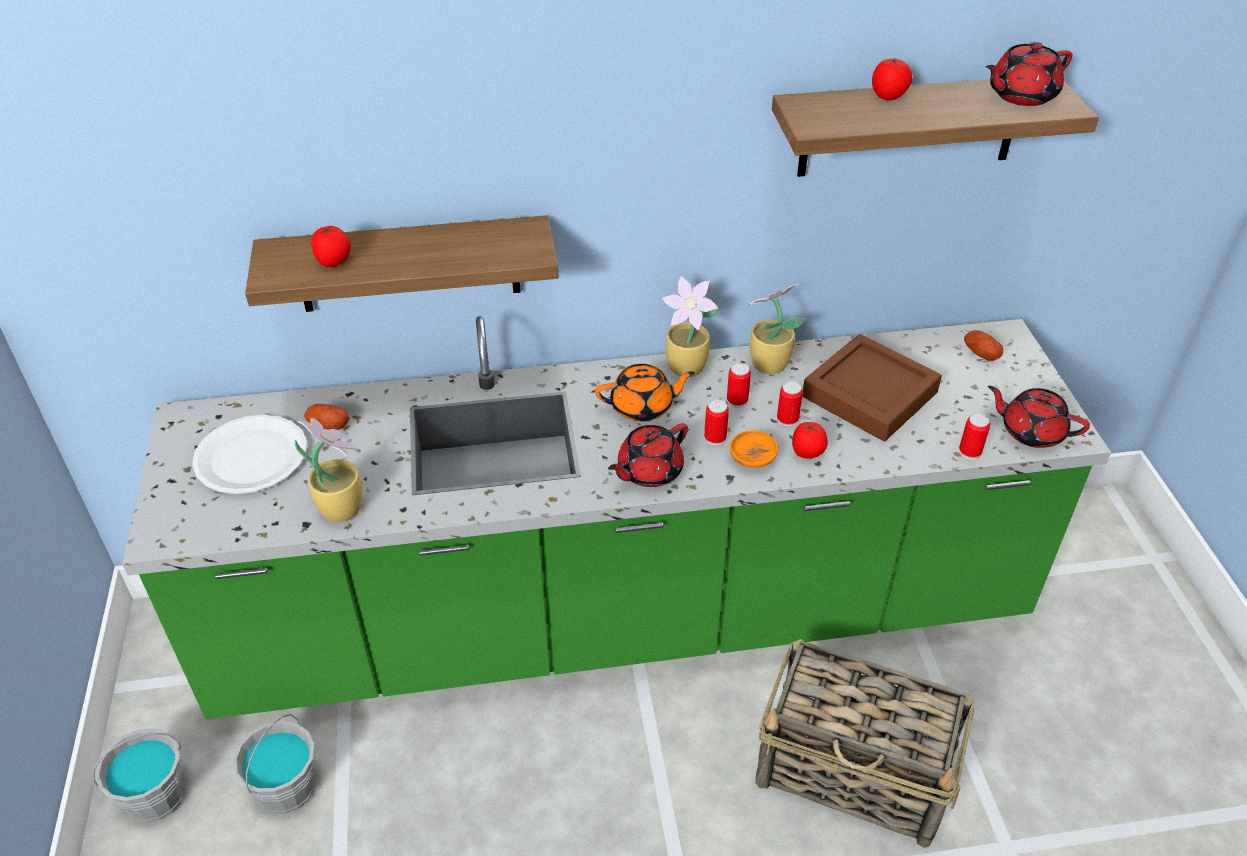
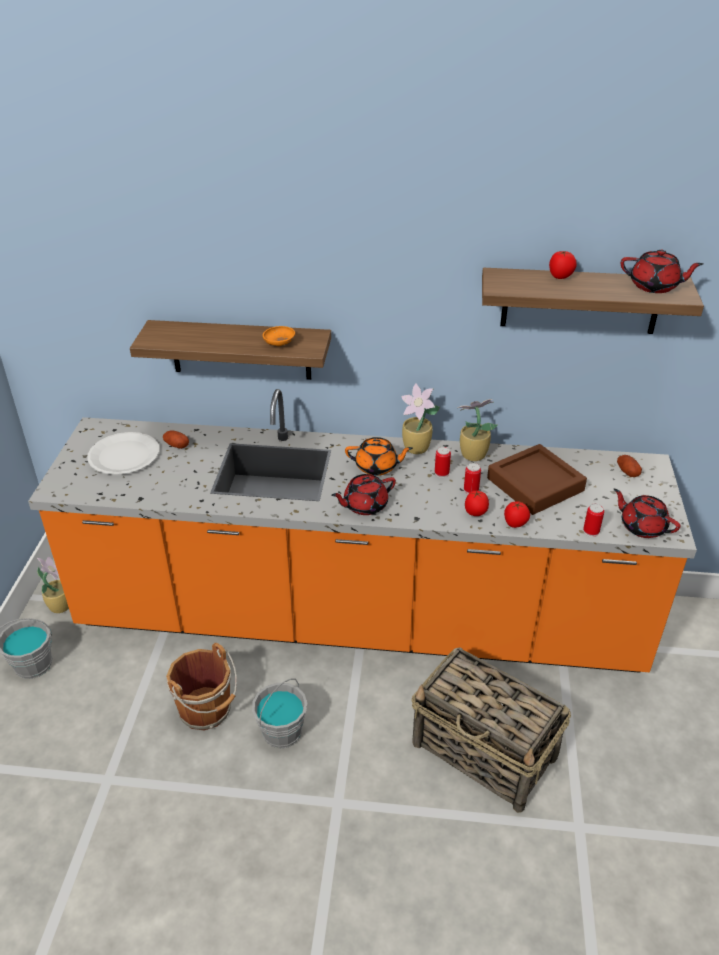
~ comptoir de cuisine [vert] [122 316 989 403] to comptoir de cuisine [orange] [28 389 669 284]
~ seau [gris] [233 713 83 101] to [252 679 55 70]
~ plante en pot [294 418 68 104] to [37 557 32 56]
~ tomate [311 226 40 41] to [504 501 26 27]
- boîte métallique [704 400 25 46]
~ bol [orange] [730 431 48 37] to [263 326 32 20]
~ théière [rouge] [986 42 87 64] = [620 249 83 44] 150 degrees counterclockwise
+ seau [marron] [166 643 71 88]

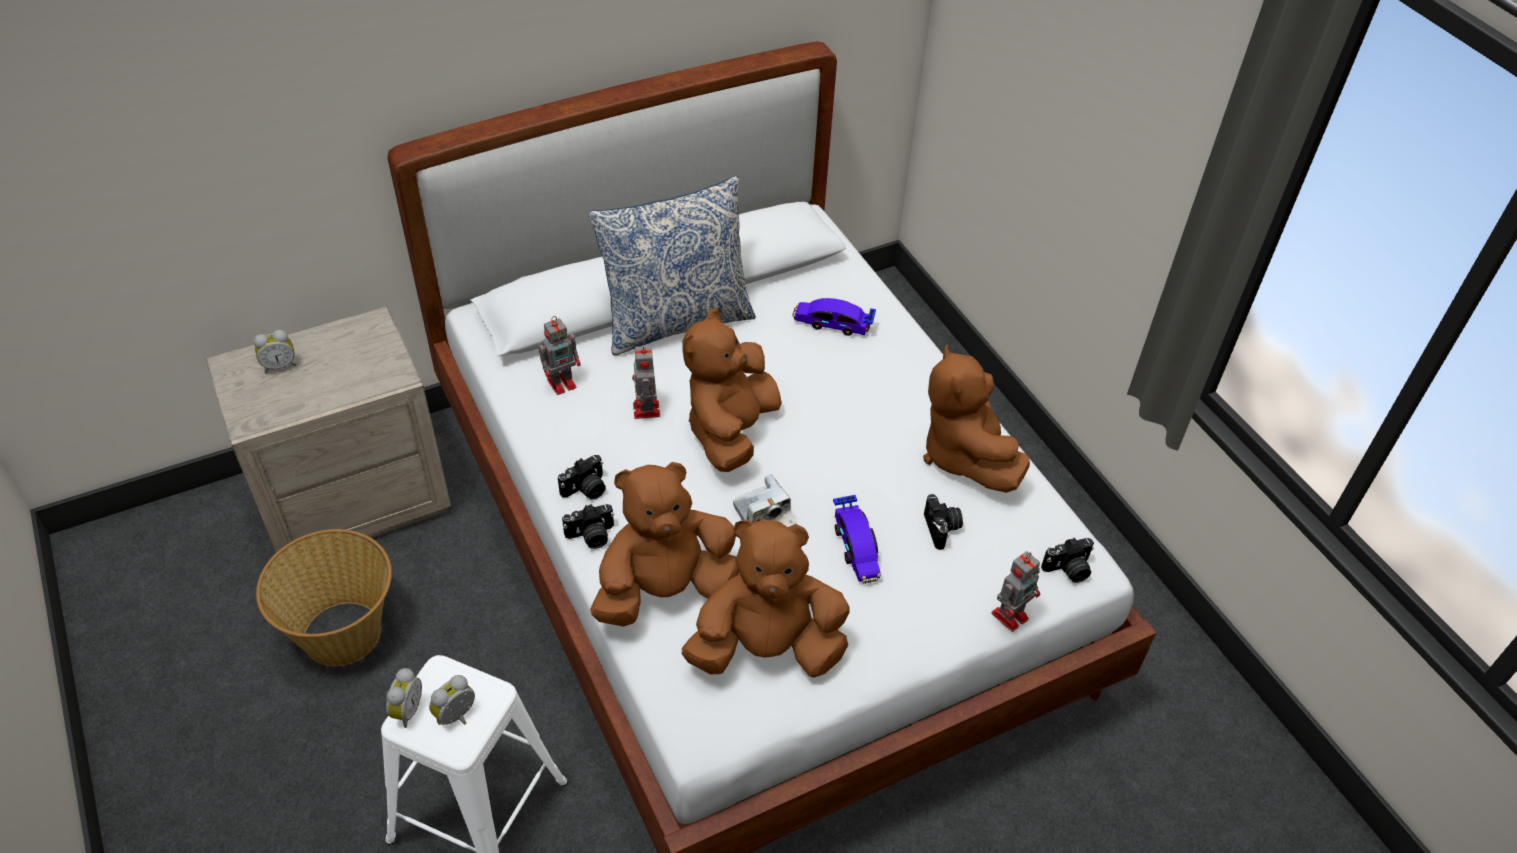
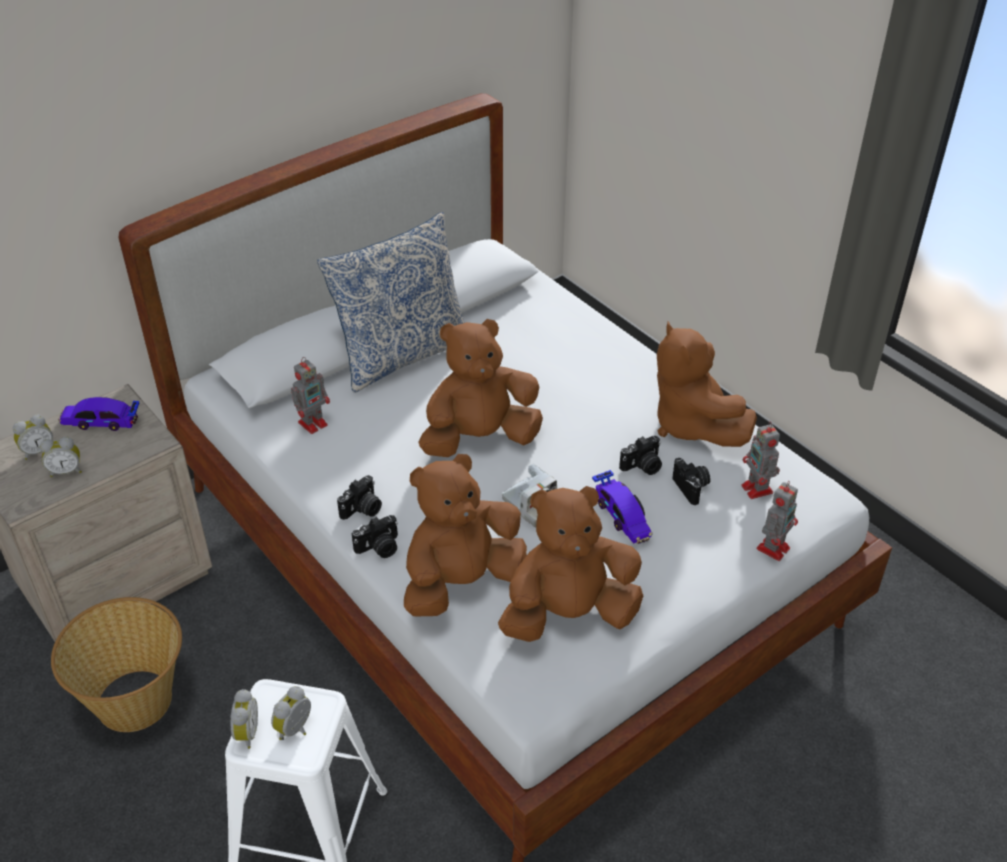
~ robot jouet [632 343 28 76] to [741 422 39 77]
~ peluche [marron] [682 308 100 164] = [418 319 125 138] 60 degrees clockwise
~ petite voiture [792 298 84 38] to [58 397 81 34]
~ appareil photo [1041 538 53 45] to [619 436 43 39]
+ réveil [40 437 42 40]

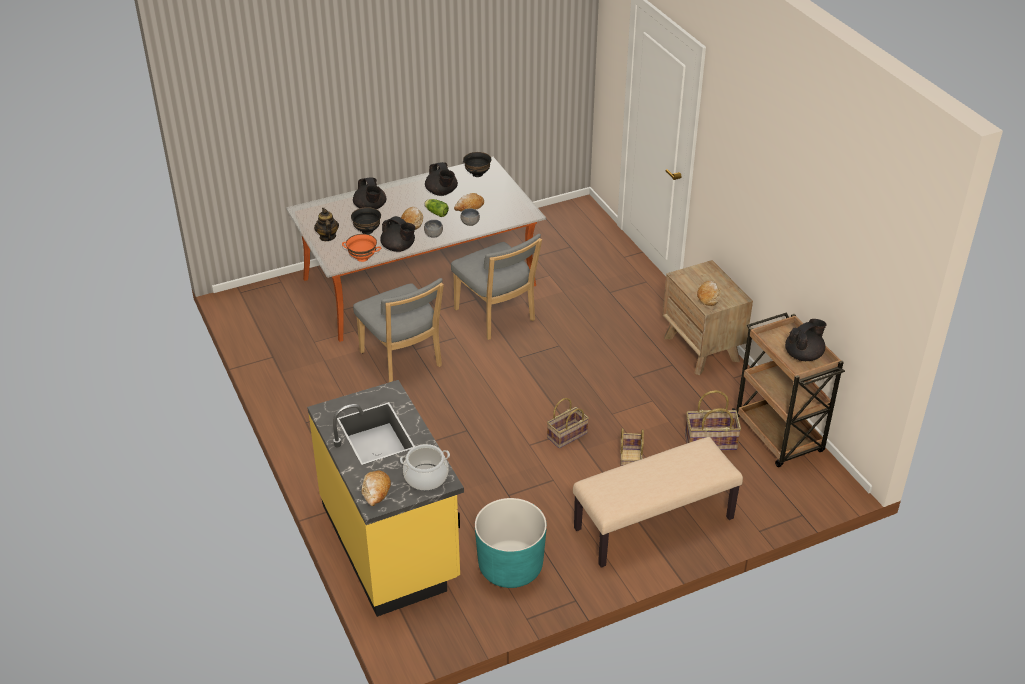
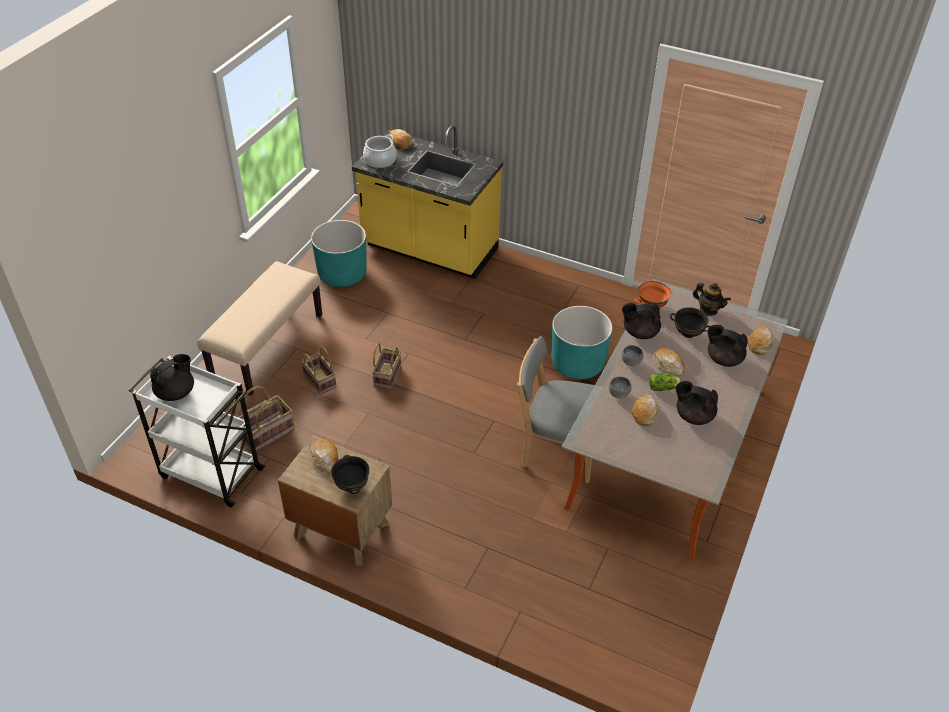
~ chaise [gris] [353 278 91 104] to cache-pot [turquoise] [552 306 60 74]
~ bol [noir] [463 152 29 25] to [331 455 39 39]
~ chariot [marron] [732 312 113 155] to chariot [blanc] [129 356 136 152]
~ théière [noir] [785 319 41 42] = [150 354 44 47] 150 degrees counterclockwise
+ pain [747 327 27 28]

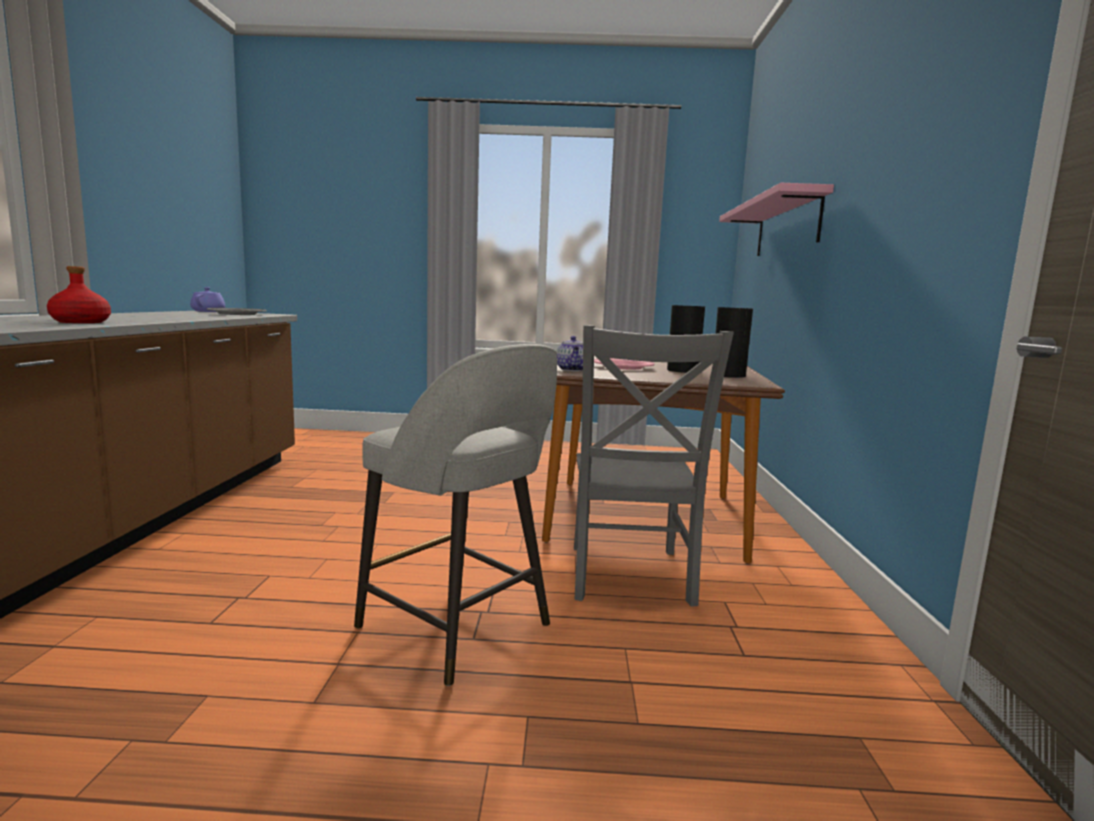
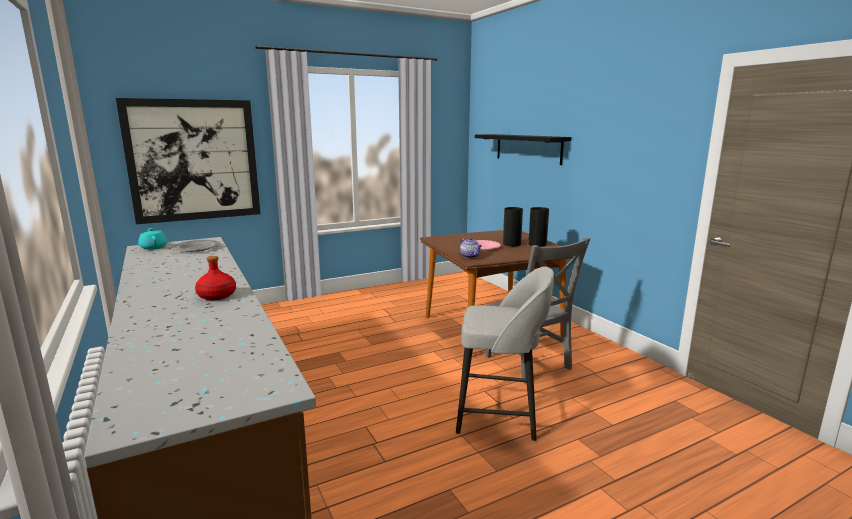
~ théière [violet] [190 287 35 25] to théière [turquoise] [138 228 29 22]
~ étagère [rose] [719 183 115 73] to étagère [noir] [475 134 96 31]
+ tableau [116 98 144 126]

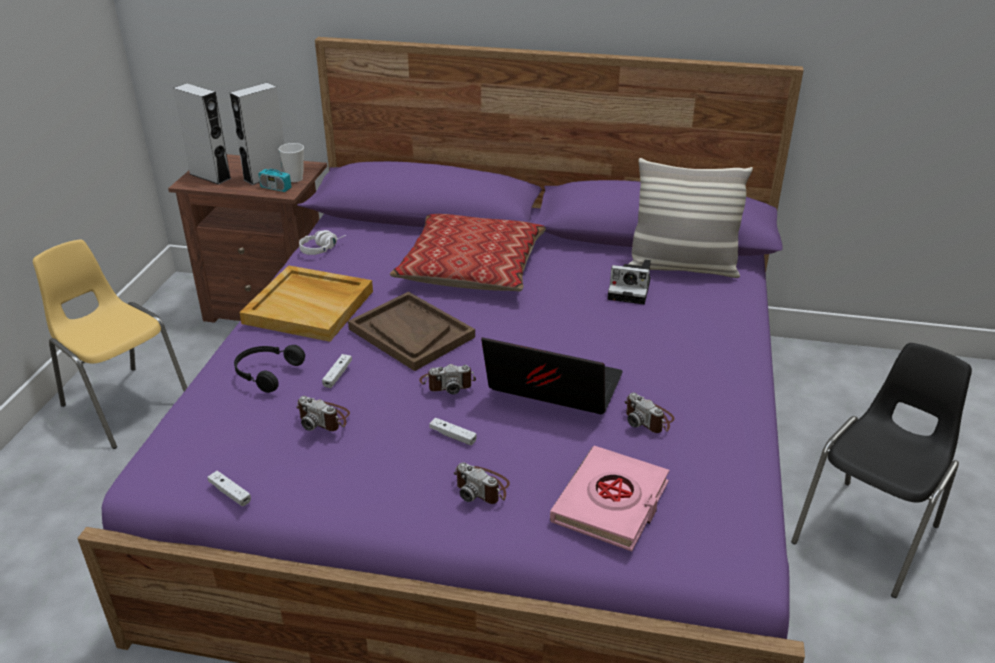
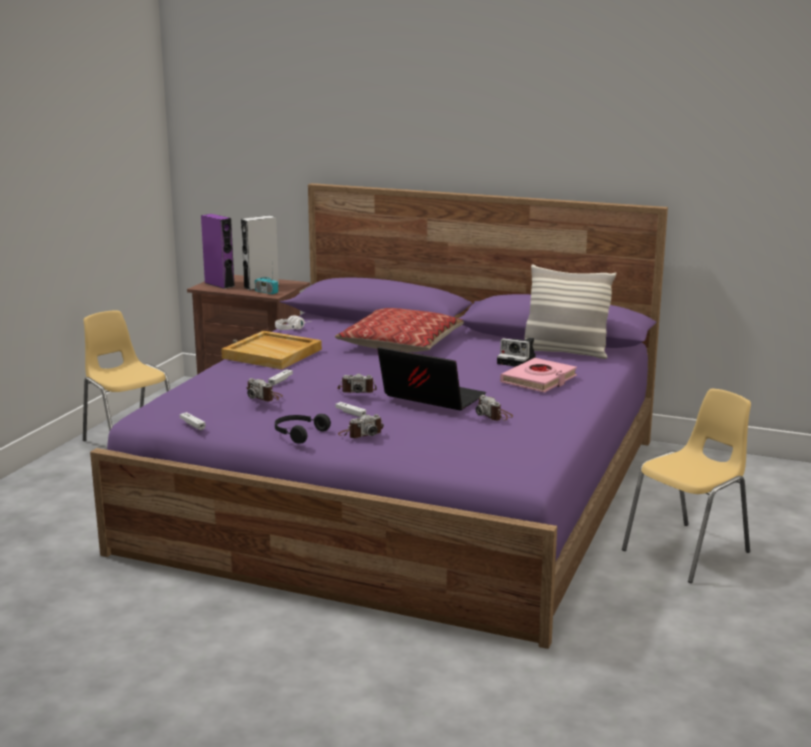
~ enceinte [gris] [173 83 59 102] to enceinte [violet] [201 214 34 75]
~ casque audio [noir] [234 345 71 48] to [275 414 56 30]
- tasse [279 143 25 39]
- plateau [marron] [348 292 127 79]
~ appareil photo [454 462 56 42] = [338 414 46 24] 75 degrees counterclockwise
~ livre [rose] [550 446 119 105] to [500 358 77 35]
~ chaise [noir] [791 343 181 255] to chaise [jaune] [622 389 129 194]

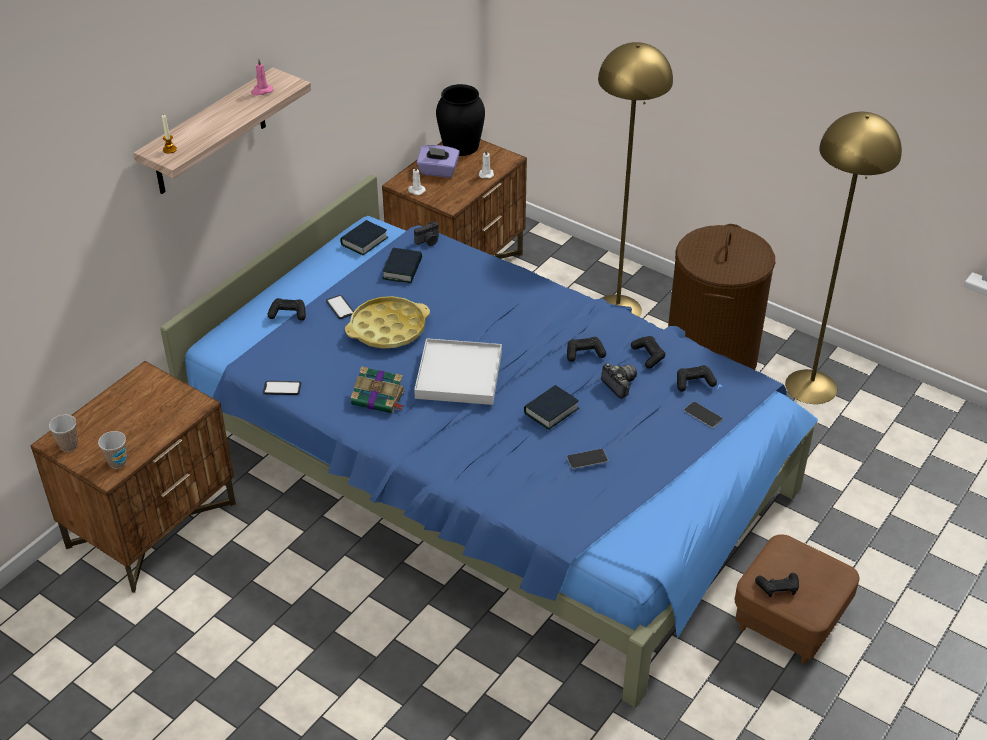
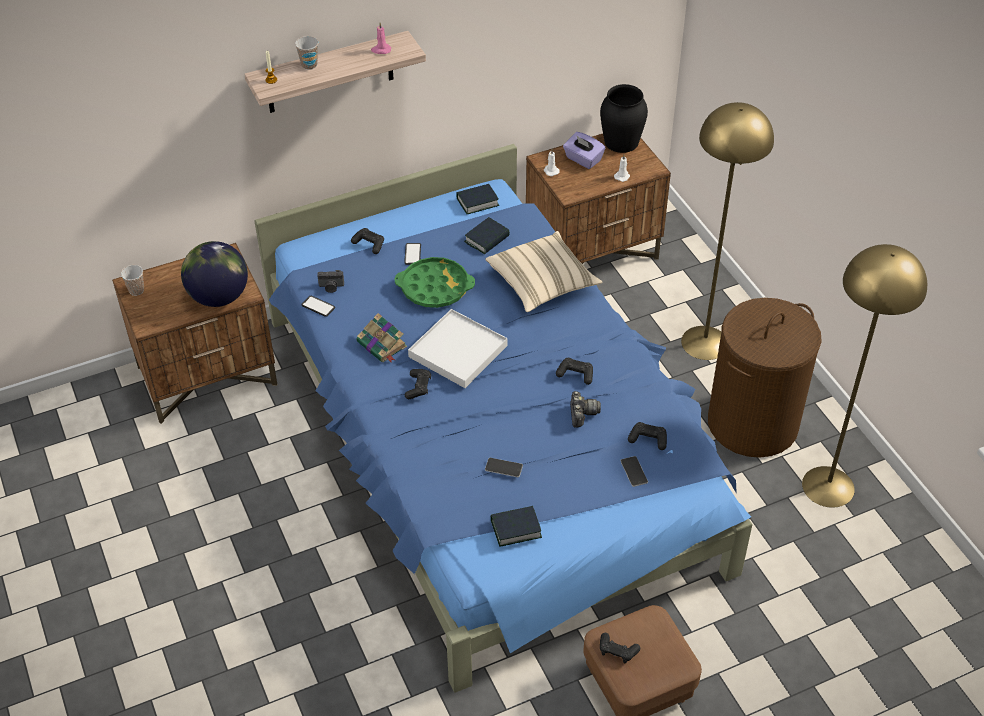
~ tasse [98 431 29 38] to [295 36 24 34]
~ plateau [jaune] [345 296 85 53] to plateau [vert] [395 257 80 51]
~ appareil photo [414 221 25 25] to [317 270 27 23]
~ livre [524 385 55 45] to [491 506 51 41]
~ manette [noir] [631 336 35 33] to [405 369 26 30]
+ globe [181 241 67 66]
+ coussin [beige] [485 231 117 81]

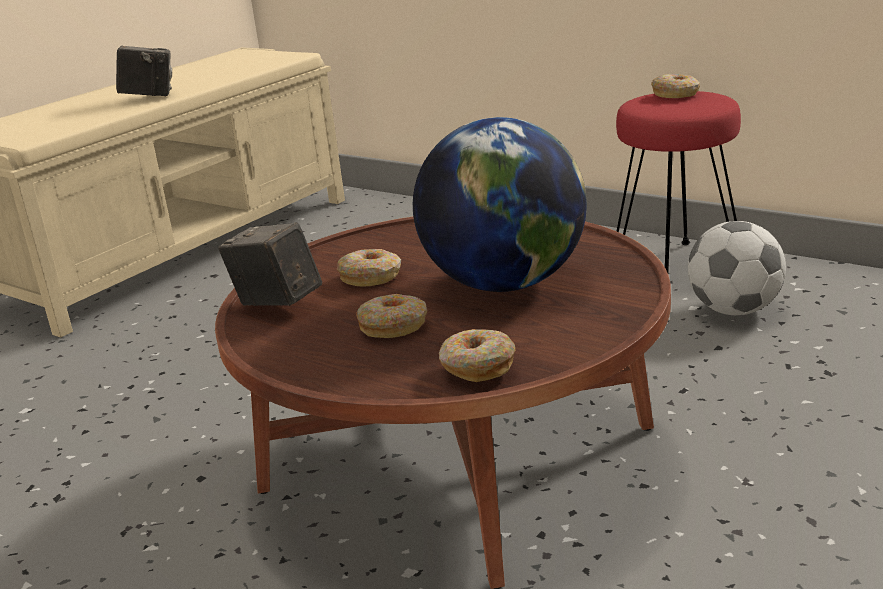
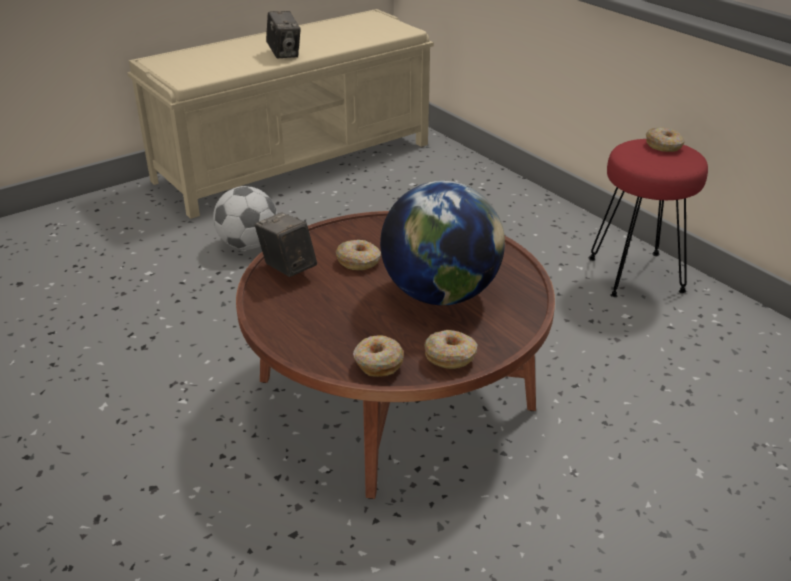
~ appareil photo [116 45 56 51] = [266 11 35 47] 60 degrees clockwise
~ beignet [356 294 71 44] to [424 330 54 39]
~ ballon de foot [688 221 98 94] to [213 186 64 64]

